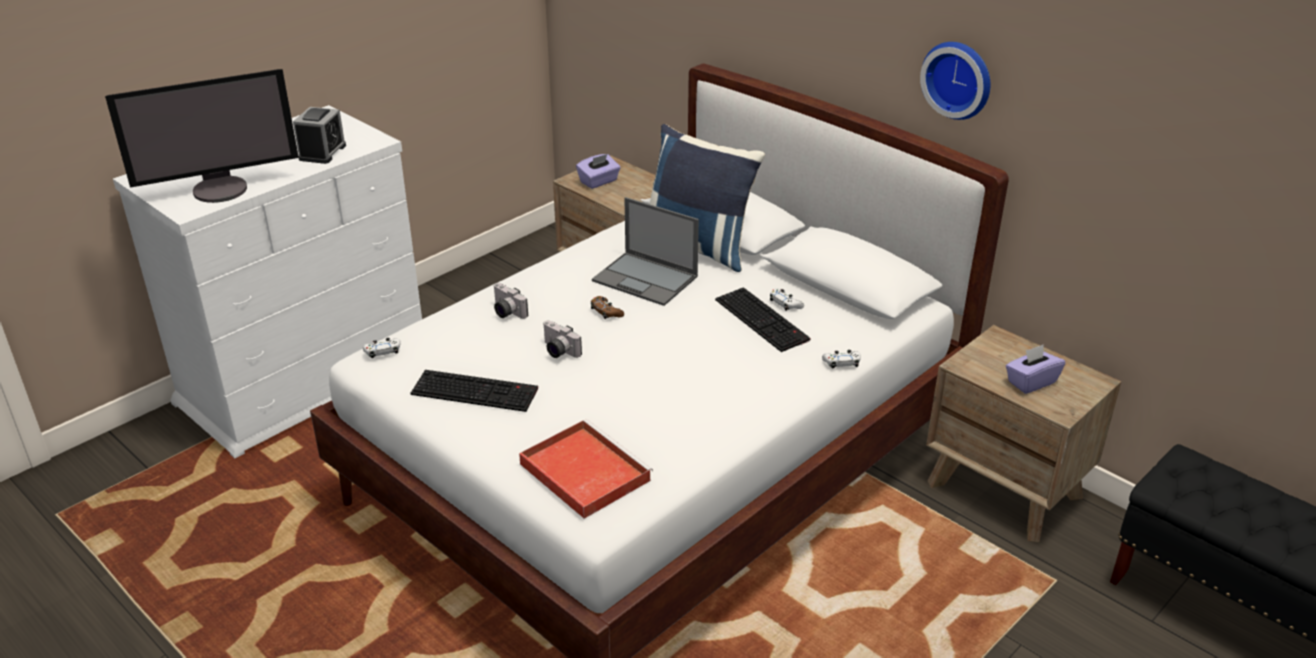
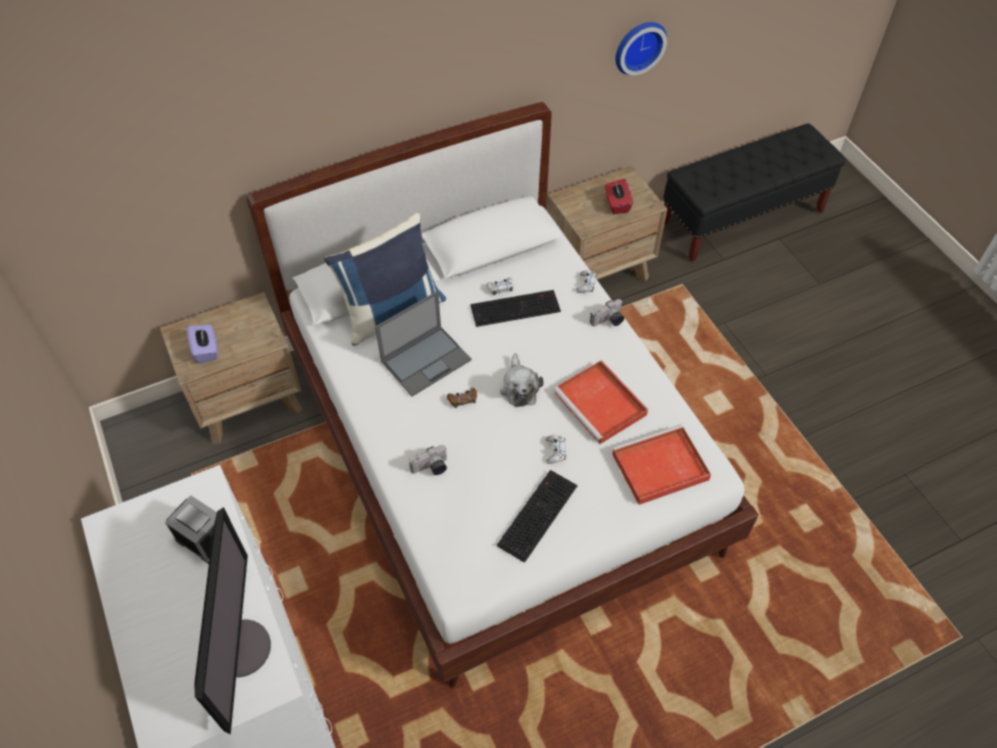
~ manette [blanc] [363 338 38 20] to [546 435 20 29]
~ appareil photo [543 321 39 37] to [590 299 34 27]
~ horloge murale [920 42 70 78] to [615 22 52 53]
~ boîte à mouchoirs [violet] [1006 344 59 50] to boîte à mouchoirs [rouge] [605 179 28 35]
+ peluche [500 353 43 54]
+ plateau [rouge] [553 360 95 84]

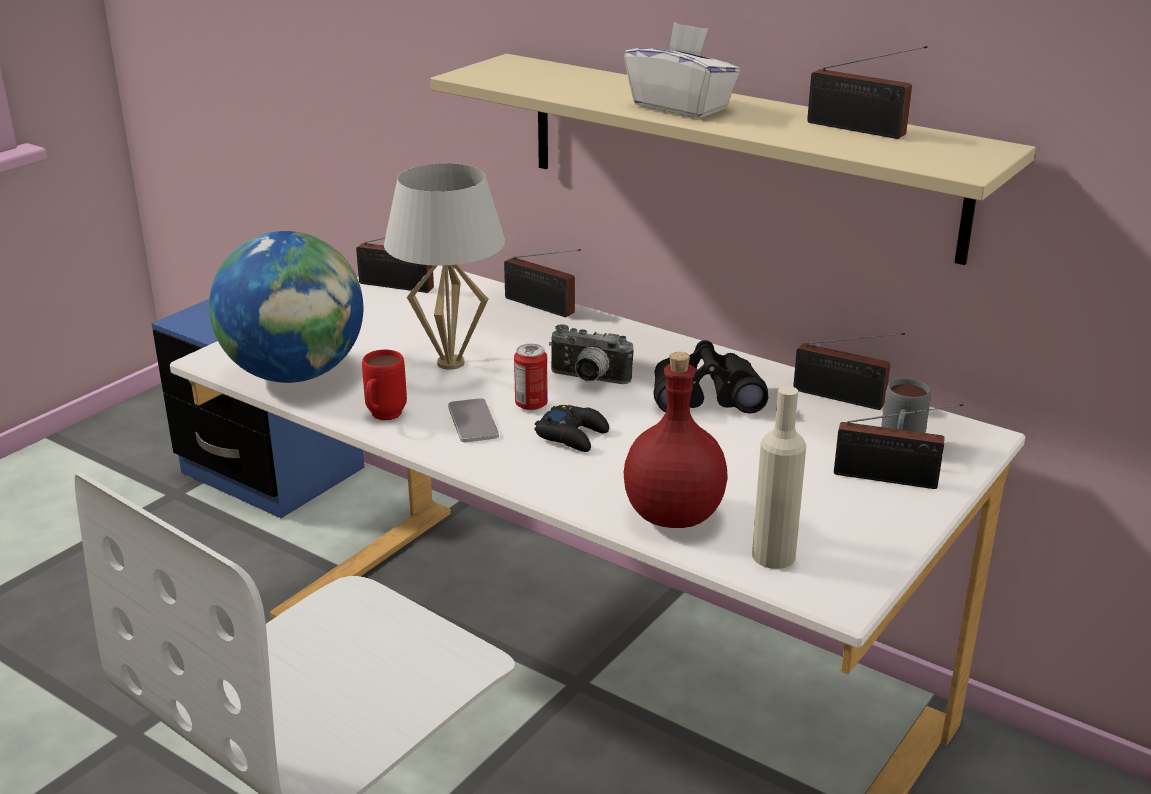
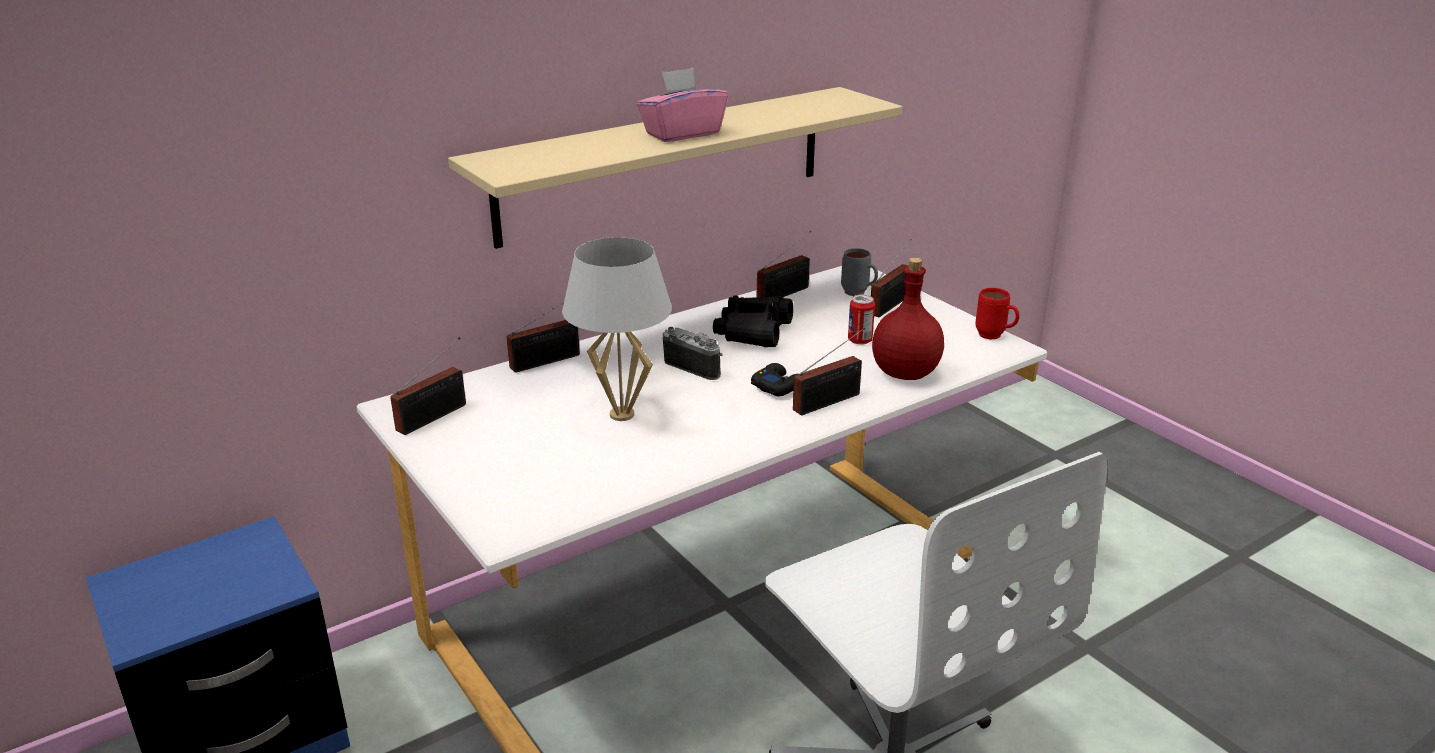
- globe [209 231 154 152]
~ mug [rouge] [362 350 45 70] to [975 288 44 52]
- téléphone [448 398 51 44]
~ boîte métallique [514 344 34 66] to [848 295 27 50]
~ appareil photo [549 324 85 60] = [662 327 60 53] 90 degrees counterclockwise
~ boîte à mouchoirs [blanc] [624 22 117 96] to boîte à mouchoirs [rose] [637 68 91 74]
- bouteille [beige] [752 386 54 183]
~ radio [807 46 121 93] to [793 328 72 88]

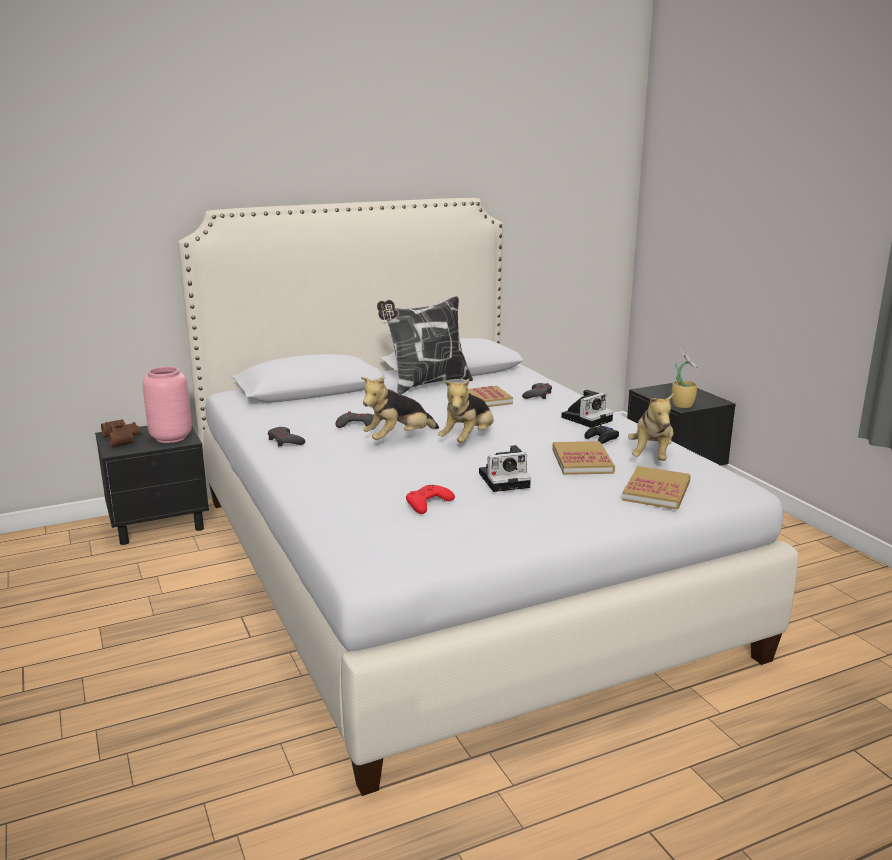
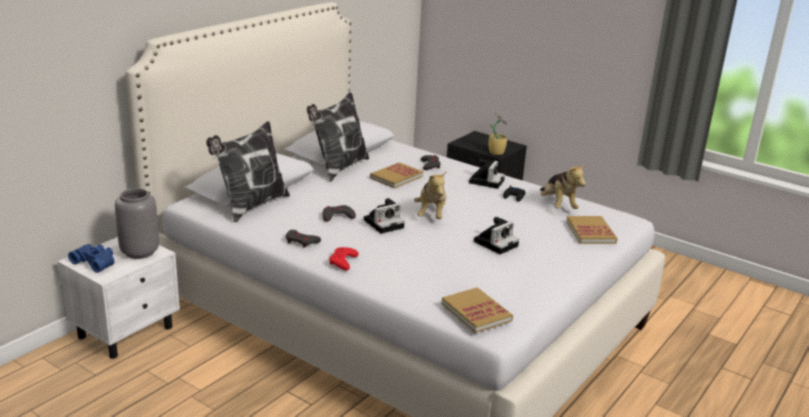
~ table de chevet [noir] [95 426 114 119] to table de chevet [blanc] [58 237 122 122]
~ jumelles [marron] [101 419 39 28] to jumelles [bleu] [68 244 47 29]
~ vase [rose] [143 366 49 77] to vase [gris] [115 188 44 71]
~ peluche [361 377 78 63] to appareil photo [364 198 41 36]
~ manette [rouge] [406 485 49 29] to [329 247 30 24]
~ livre [552 441 63 34] to [442 287 71 46]
+ coussin [206 121 84 101]

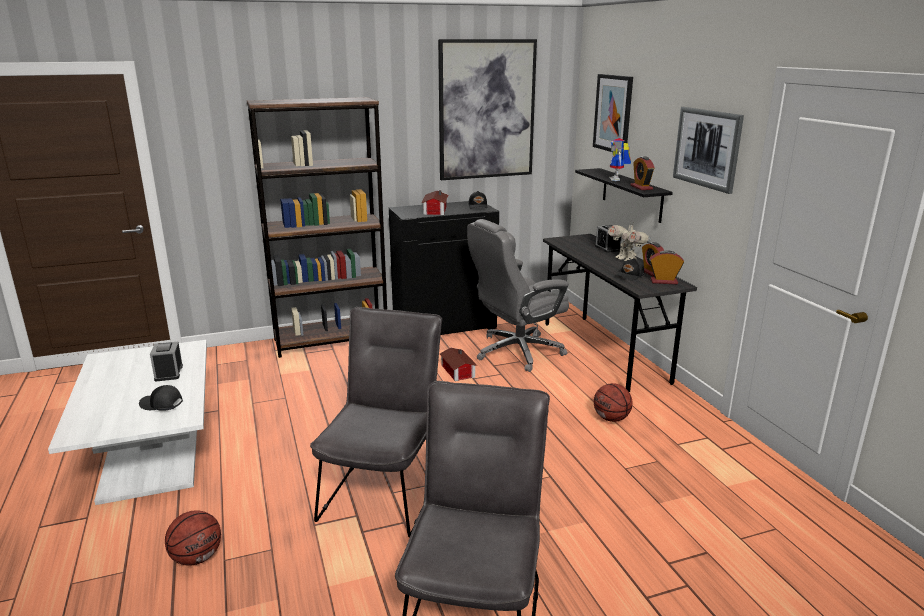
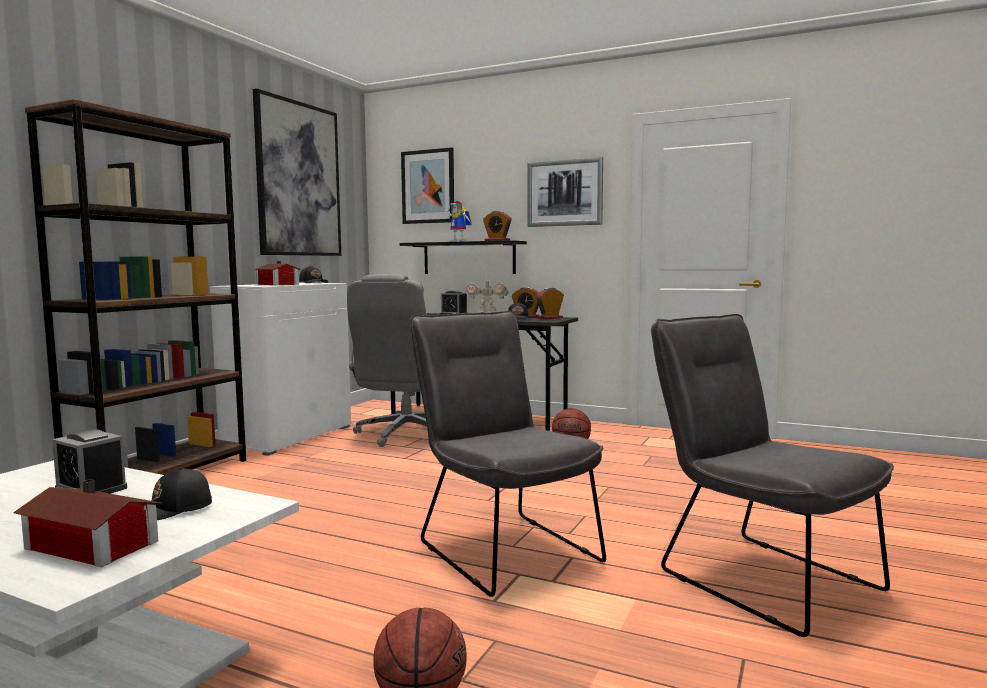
~ meuble de rangement [noir] [389 201 110 134] to meuble de rangement [blanc] [210 283 141 173]
~ maison miniature [440 348 37 33] to [13 479 149 88]

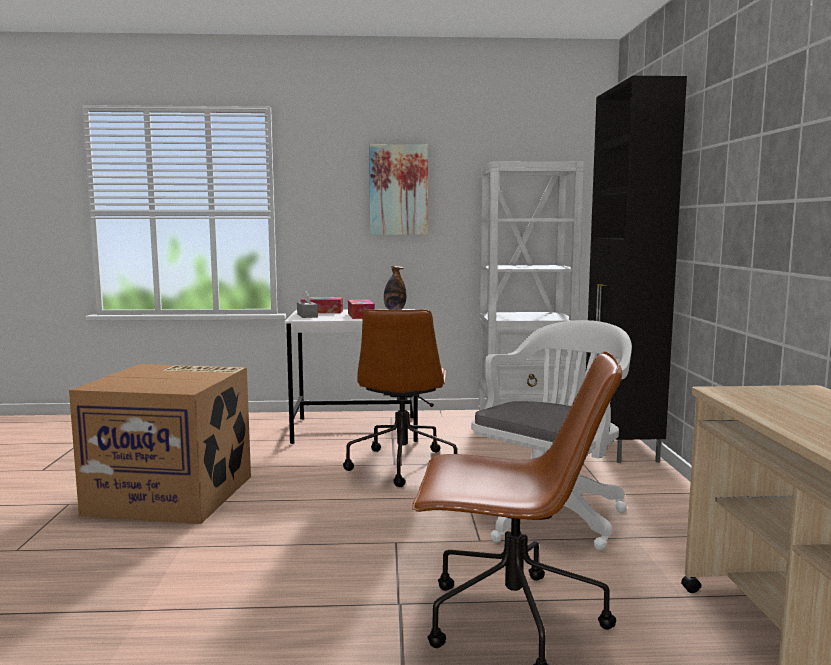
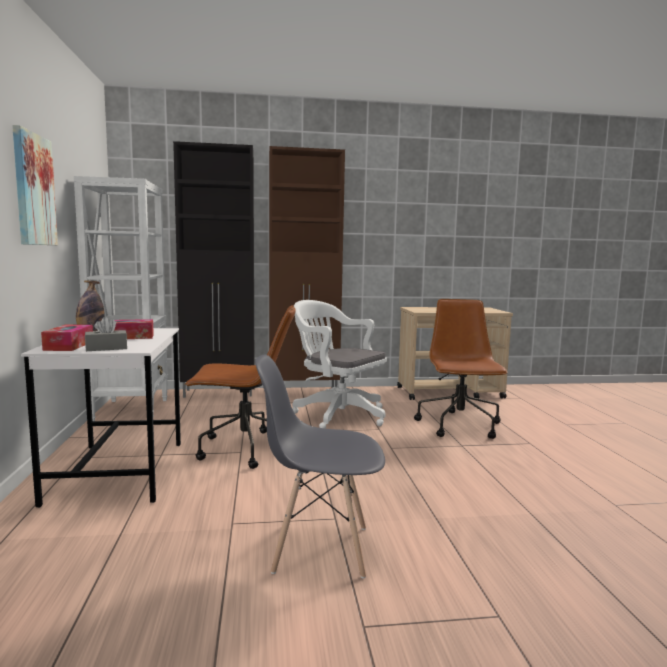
~ carton [69 364 182 160] to chaise [gris] [255 355 130 224]
+ meuble de rangement [marron] [269 146 76 241]

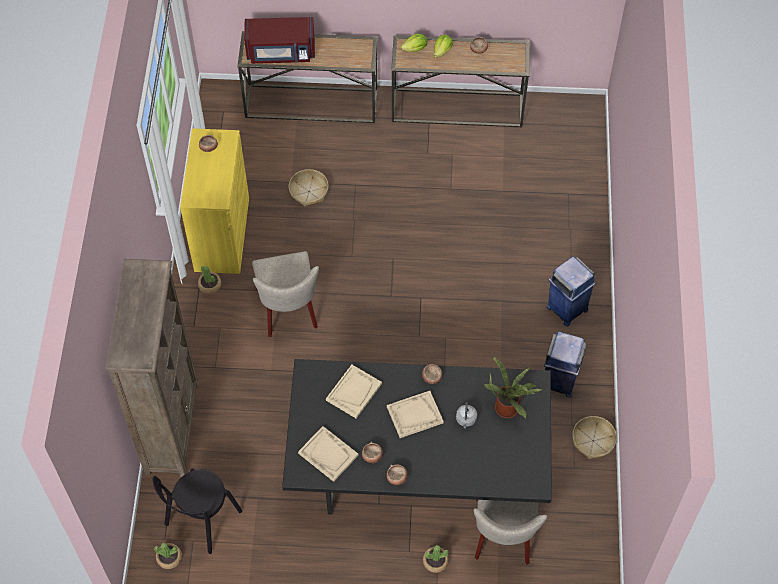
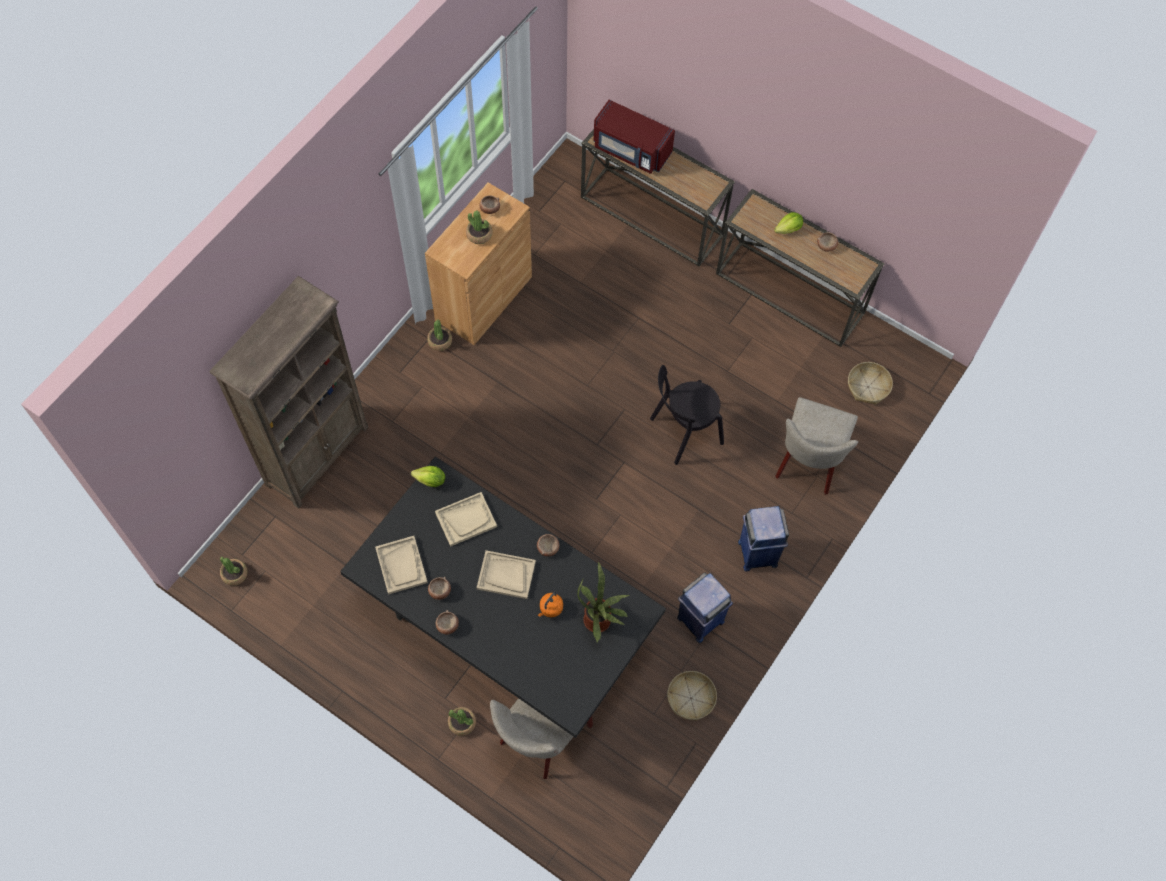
~ chaise [noir] [153 468 89 86] to [650 365 74 100]
~ meuble de rangement [jaune] [180 128 69 146] to meuble de rangement [marron] [425 182 107 163]
~ chaise [beige] [252 251 67 86] to [775 397 83 98]
~ panier [289 169 39 37] to [848 362 45 42]
~ laitue [400 33 27 19] to [411 466 34 21]
~ bouilloire [gris] [456 402 21 26] to bouilloire [orange] [538 592 25 26]
+ plante en pot [466 211 26 33]

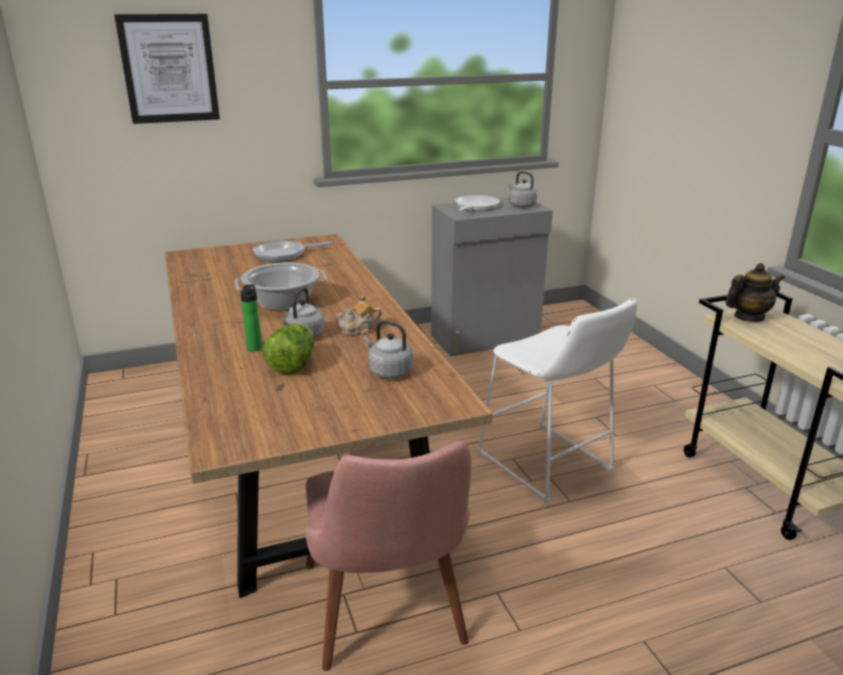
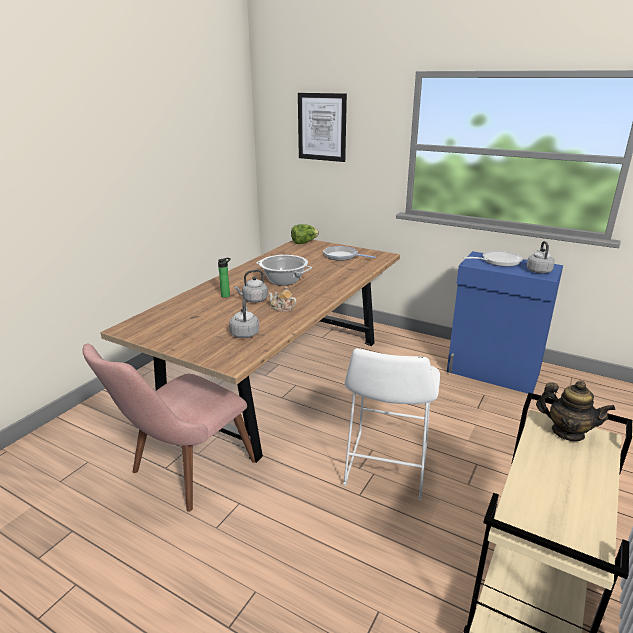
~ laitue [263 324 51 51] to [291 224 28 20]
~ meuble de rangement [gris] [431 198 122 159] to meuble de rangement [bleu] [447 251 116 143]

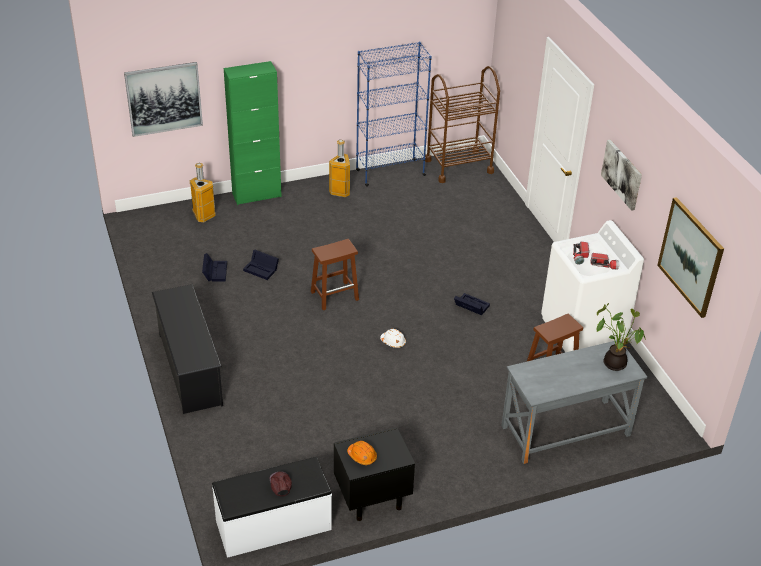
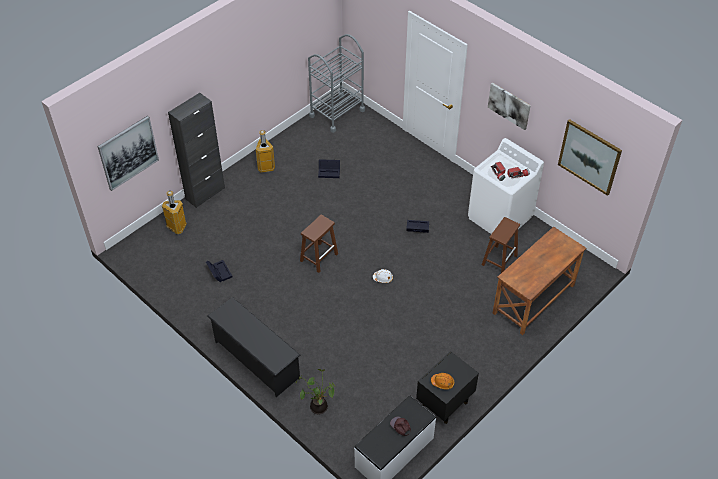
~ meuble de rangement [vert] [224 61 58 144] to meuble de rangement [noir] [168 93 57 115]
~ boîte de rangement [noir] [243 250 36 30] to [318 159 22 19]
- bibliothèque [bleu] [356 42 76 145]
~ chariot [marron] [425 66 75 117] to chariot [gris] [308 34 57 99]
~ bureau [gris] [501 340 147 124] to bureau [marron] [493 227 93 108]
~ plante en pot [597 303 49 68] to [295 369 40 46]

